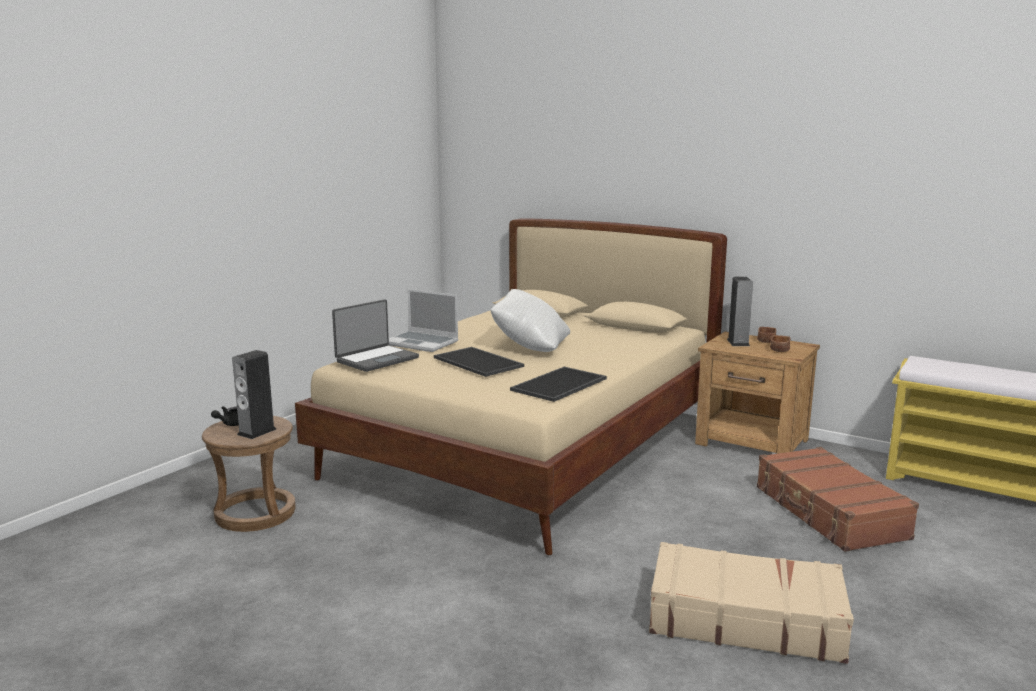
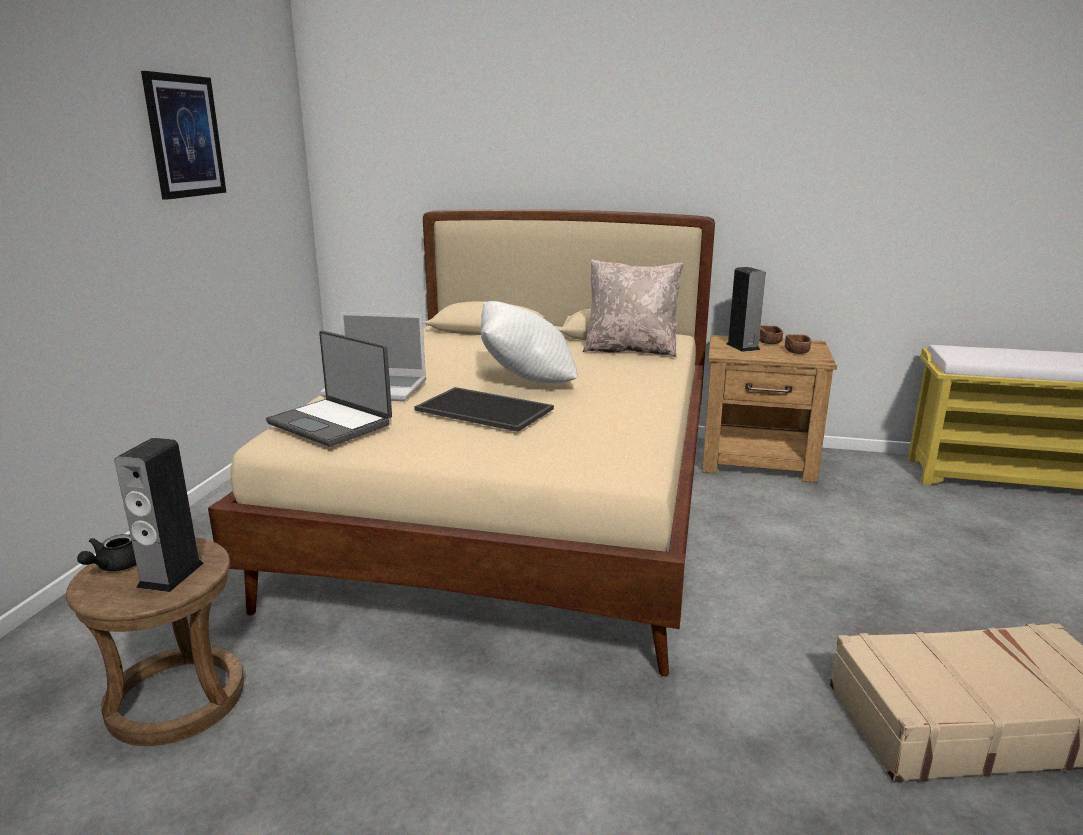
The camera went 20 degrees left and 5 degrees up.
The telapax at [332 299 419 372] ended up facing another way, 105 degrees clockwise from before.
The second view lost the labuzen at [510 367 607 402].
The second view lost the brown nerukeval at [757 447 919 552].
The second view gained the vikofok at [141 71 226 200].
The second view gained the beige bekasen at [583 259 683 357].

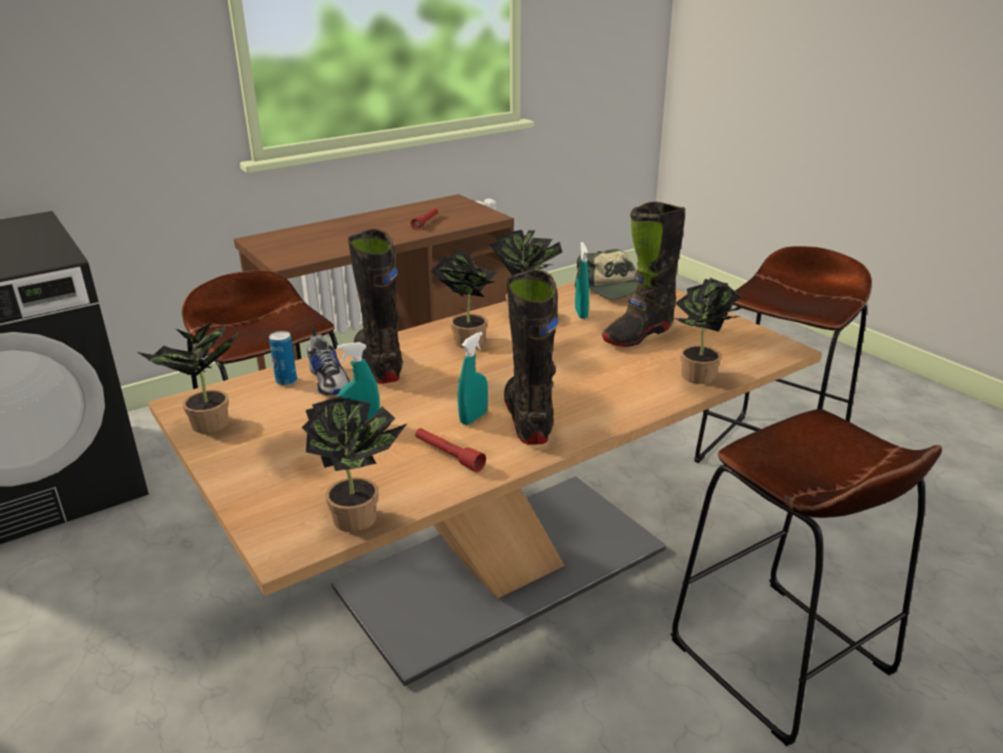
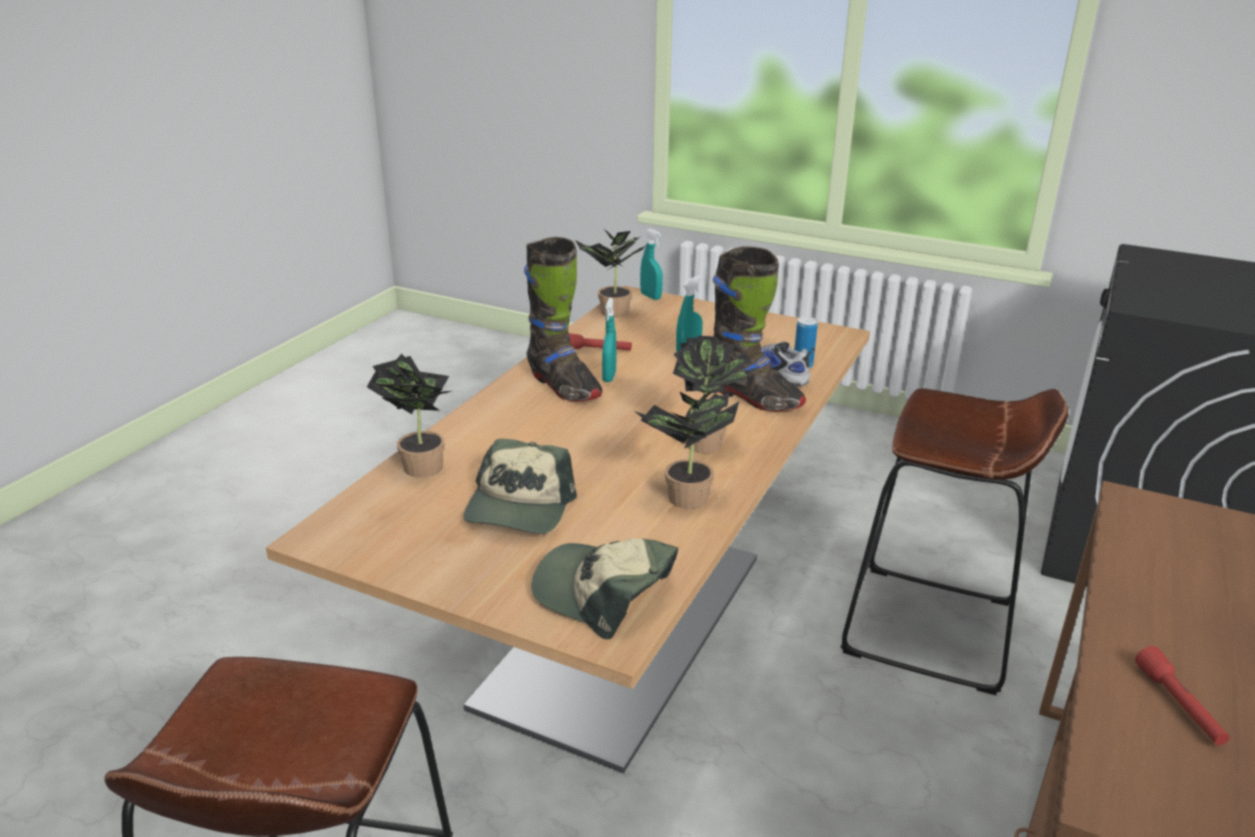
The camera went 150 degrees right and 0 degrees up.
The second view lost the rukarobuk at [137 323 238 433].
The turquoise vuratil ended up elsewhere, having gone from [575 242 589 319] to [640 229 663 300].
Where the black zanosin stood at [602 202 685 347], the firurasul came to stand at [463 439 577 534].
The second view lost the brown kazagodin at [671 409 942 746].

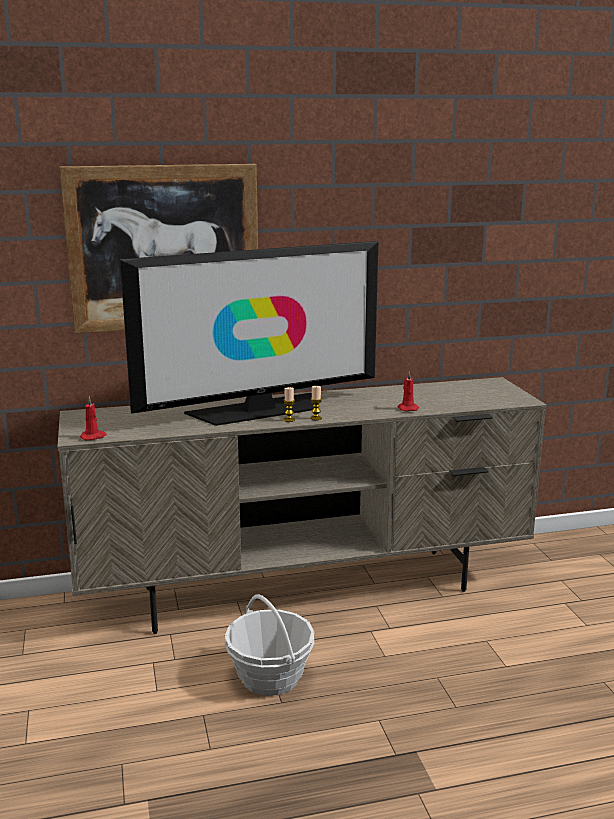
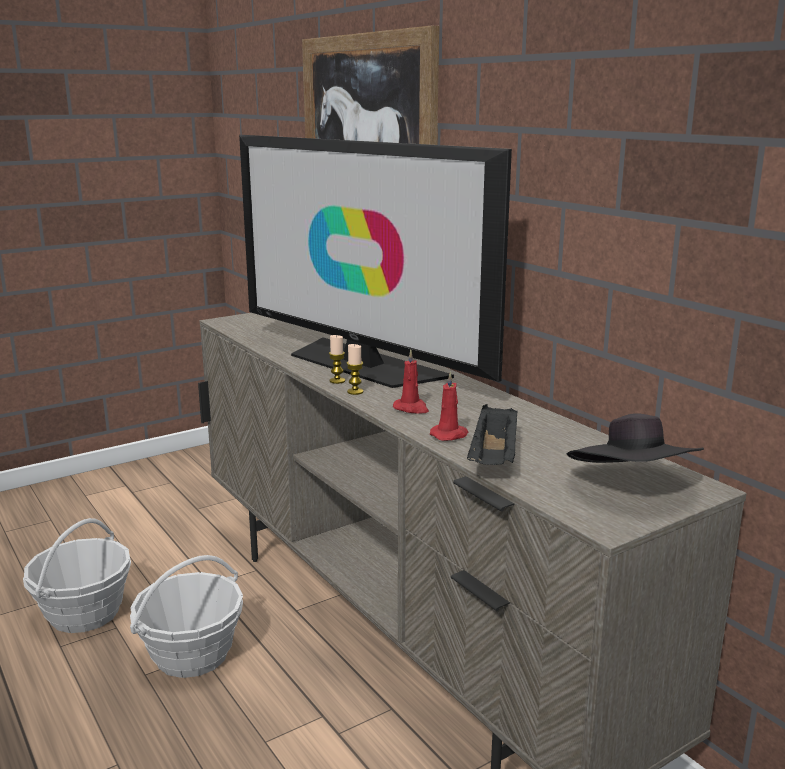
The camera went 70 degrees right and 0 degrees up.
The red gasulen ended up elsewhere, having gone from [80 396 107 440] to [393 349 429 414].
The second view gained the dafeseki at [23 518 131 633].
The second view gained the black labuzen at [467 404 518 465].
The second view gained the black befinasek at [566 413 704 463].

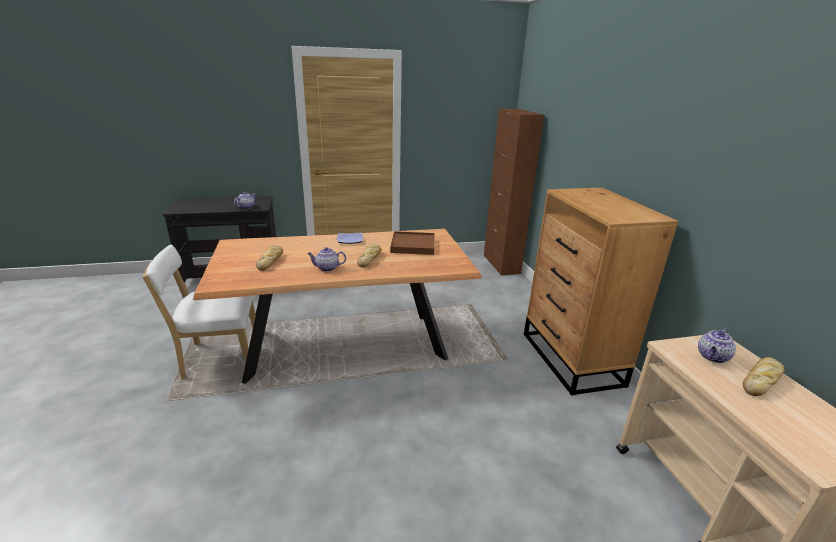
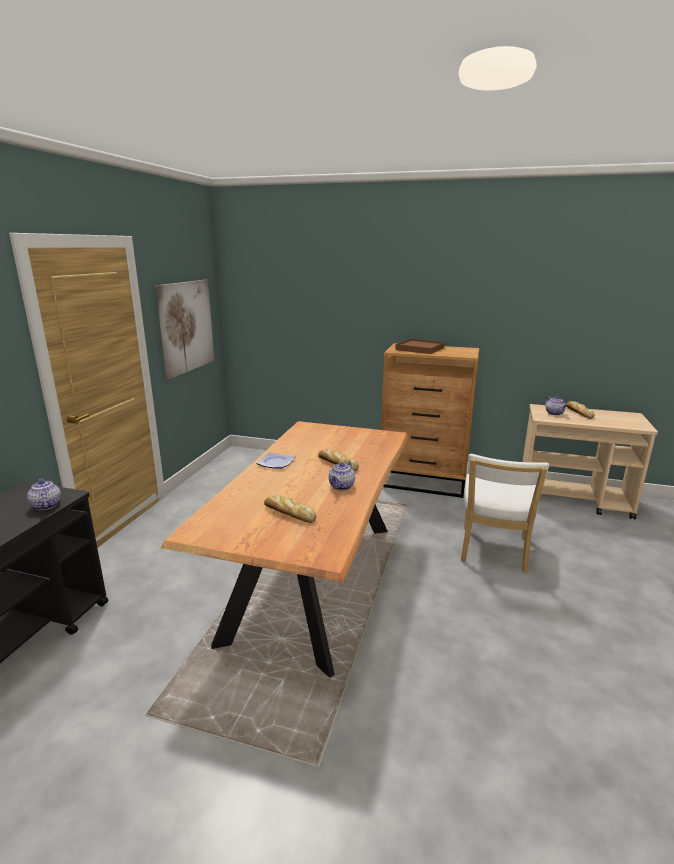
The camera went 60 degrees left and 5 degrees down.
The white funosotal ended up elsewhere, having gone from [142 244 256 379] to [461 454 549 573].
The brown labuzen ended up elsewhere, having gone from [390 231 434 255] to [395 339 445 354].
The second view lost the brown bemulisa at [484 109 544 275].
The second view gained the vikofok at [155 280 215 379].

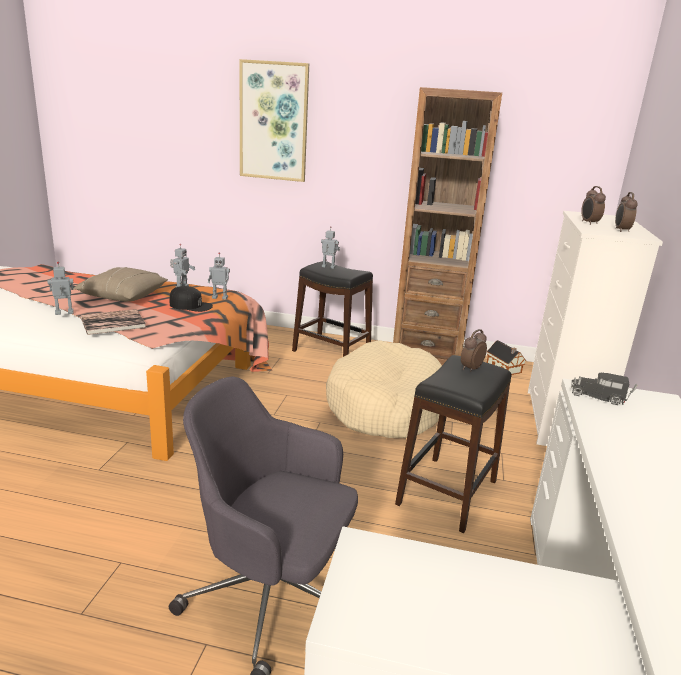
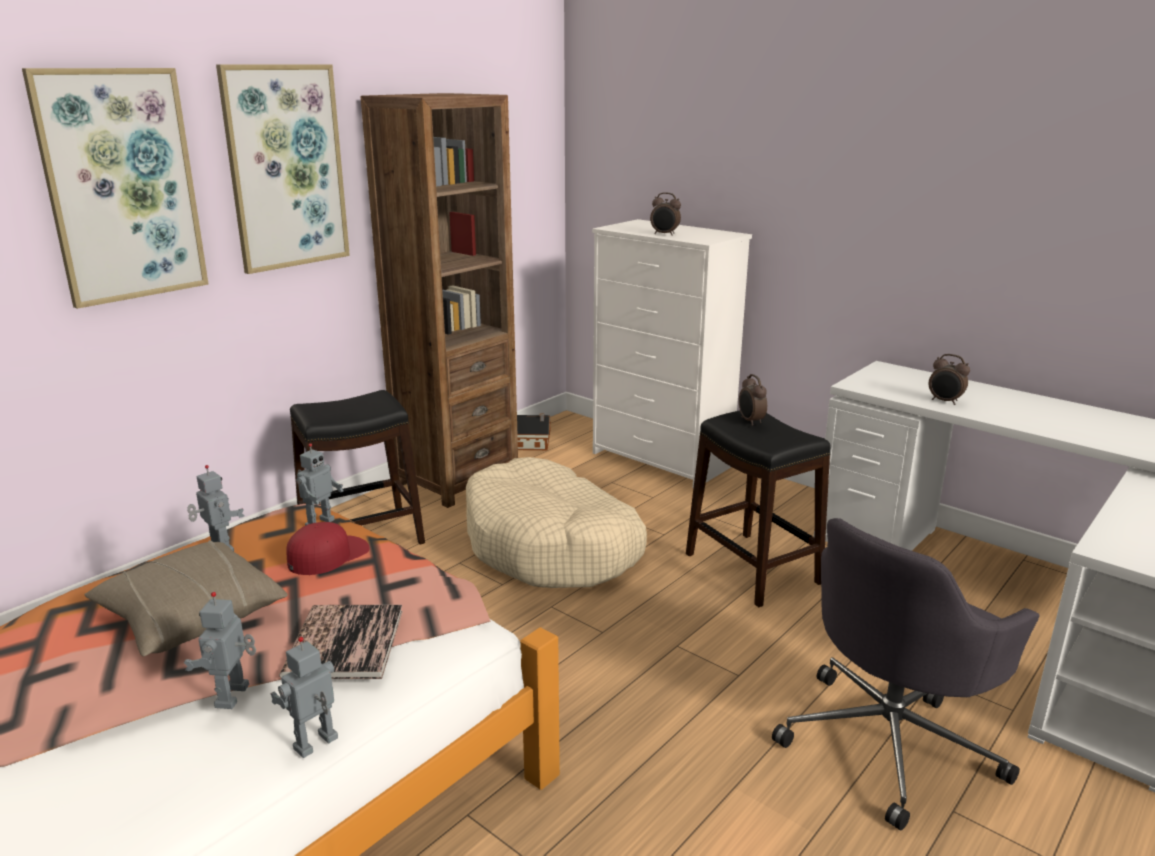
The camera went 60 degrees left and 0 degrees up.
What was the black firurasul at [170 286 213 312] turned into the red firurasul at [287 522 370 575].
The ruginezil ended up elsewhere, having gone from [321 226 340 269] to [270 637 338 758].
The second view lost the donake at [571 373 637 405].
The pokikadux ended up elsewhere, having gone from [615 192 638 232] to [929 354 970 405].
The second view gained the vikofok at [216 64 350 274].

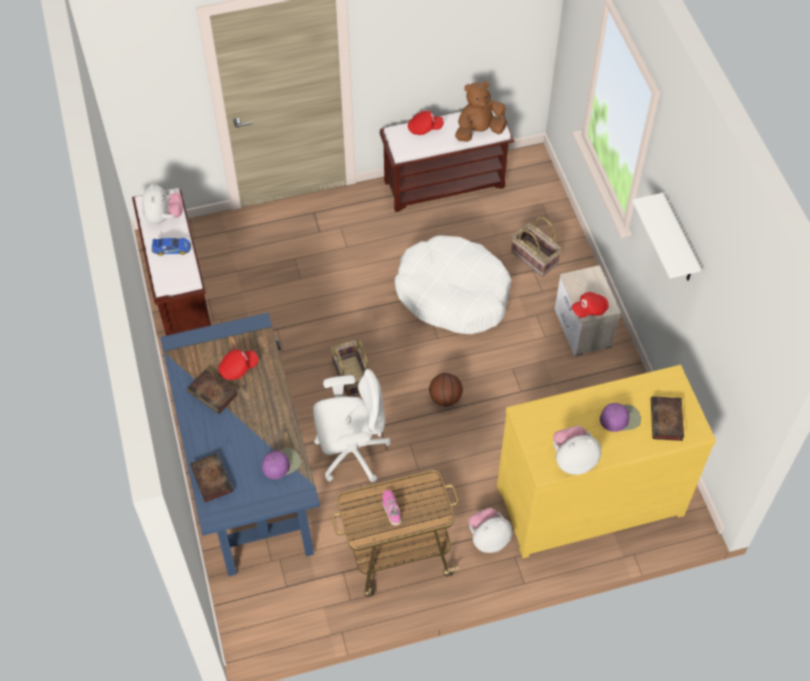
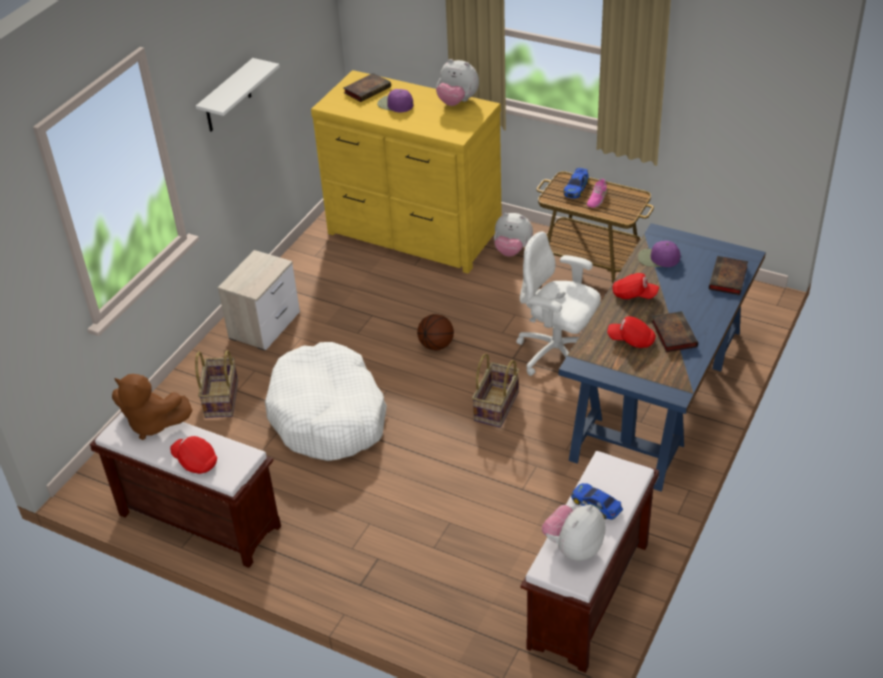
The camera went 135 degrees left and 15 degrees down.
The red firurasul ended up elsewhere, having gone from [571 292 609 318] to [612 273 659 299].
The second view gained the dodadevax at [563 168 589 199].

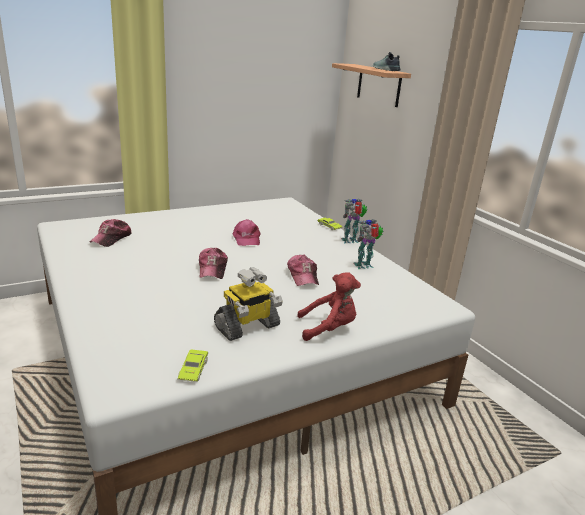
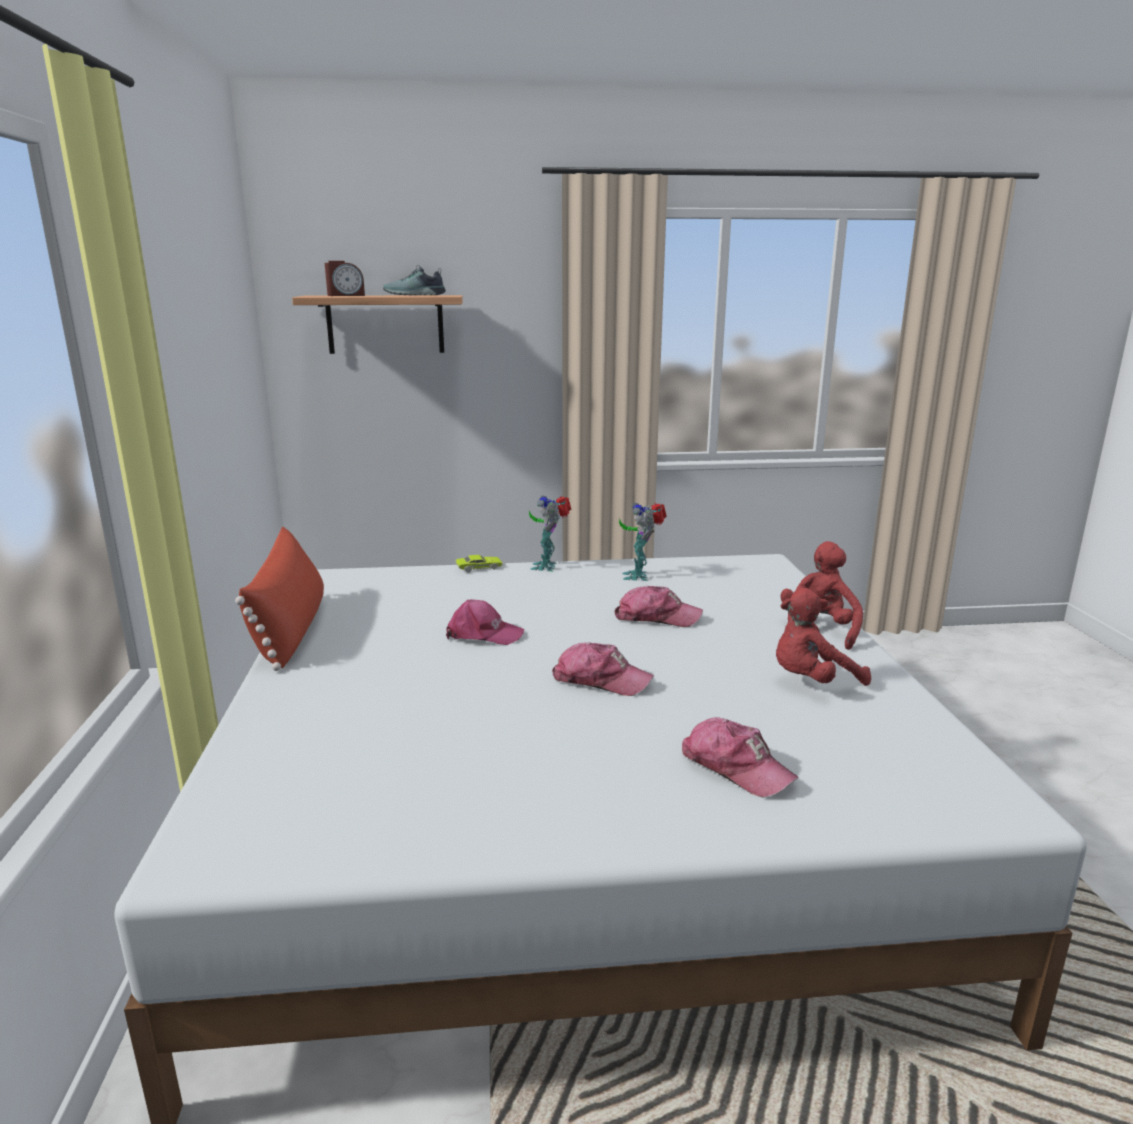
The camera went 65 degrees left and 5 degrees down.
The firurasul ended up elsewhere, having gone from [90 219 132 247] to [682 717 799 797].
The second view lost the green dodadevax at [177 349 208 382].
Where the ruginezil stood at [214 267 283 341], the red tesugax came to stand at [776 588 871 686].
The second view gained the red bekasen at [235 527 324 671].
The second view gained the pokikadux at [325 261 365 296].

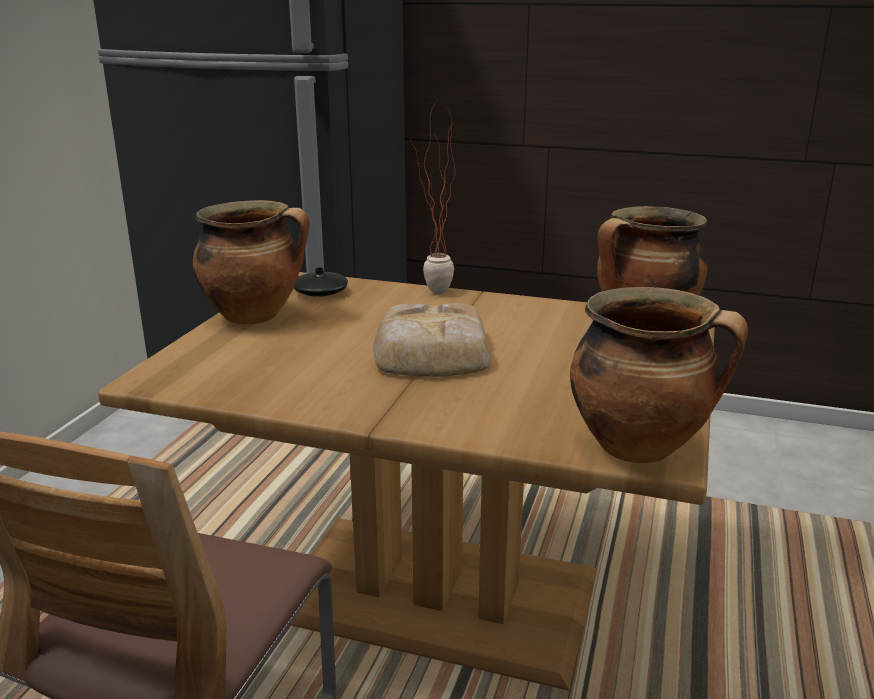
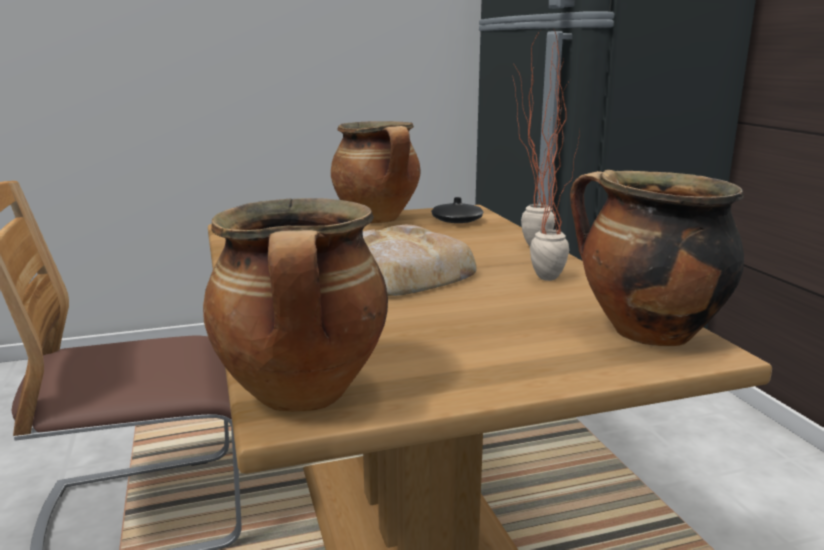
The camera went 55 degrees right and 5 degrees down.
The second view gained the rukarobuk at [528 28 580 281].

